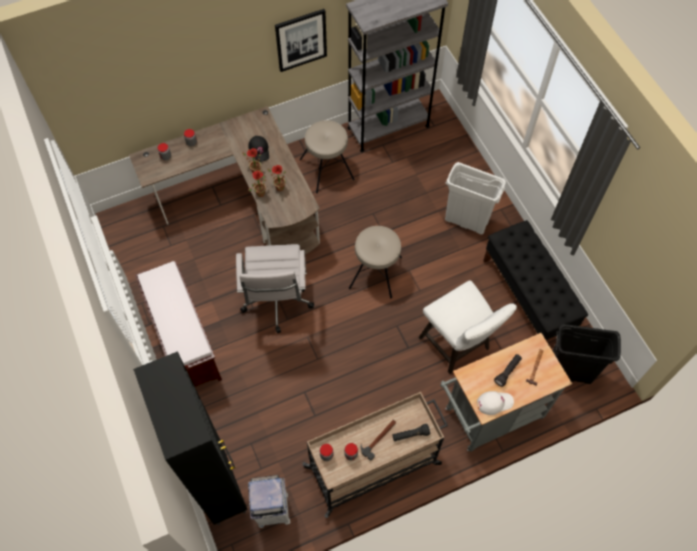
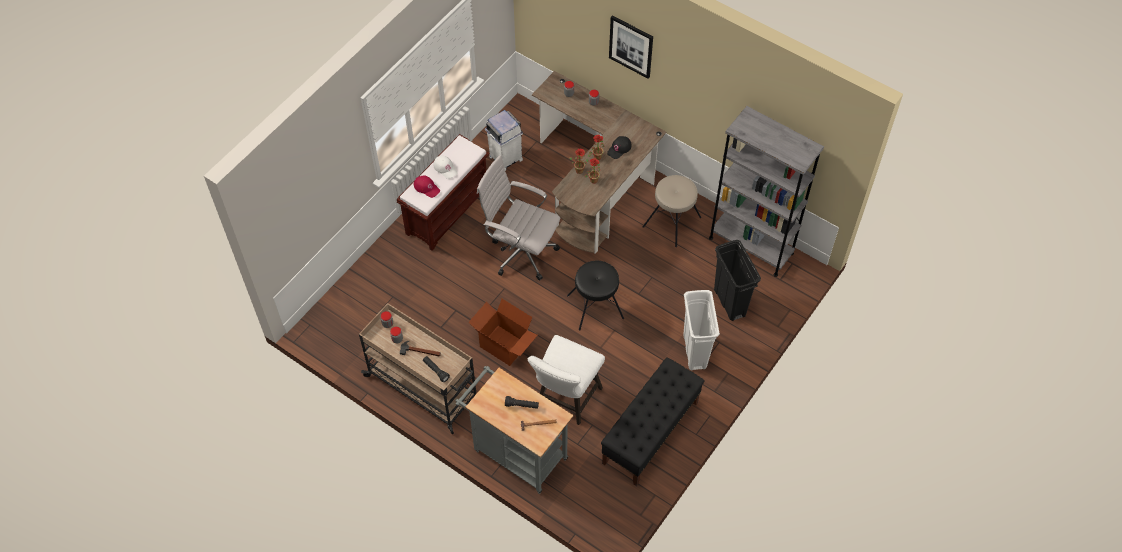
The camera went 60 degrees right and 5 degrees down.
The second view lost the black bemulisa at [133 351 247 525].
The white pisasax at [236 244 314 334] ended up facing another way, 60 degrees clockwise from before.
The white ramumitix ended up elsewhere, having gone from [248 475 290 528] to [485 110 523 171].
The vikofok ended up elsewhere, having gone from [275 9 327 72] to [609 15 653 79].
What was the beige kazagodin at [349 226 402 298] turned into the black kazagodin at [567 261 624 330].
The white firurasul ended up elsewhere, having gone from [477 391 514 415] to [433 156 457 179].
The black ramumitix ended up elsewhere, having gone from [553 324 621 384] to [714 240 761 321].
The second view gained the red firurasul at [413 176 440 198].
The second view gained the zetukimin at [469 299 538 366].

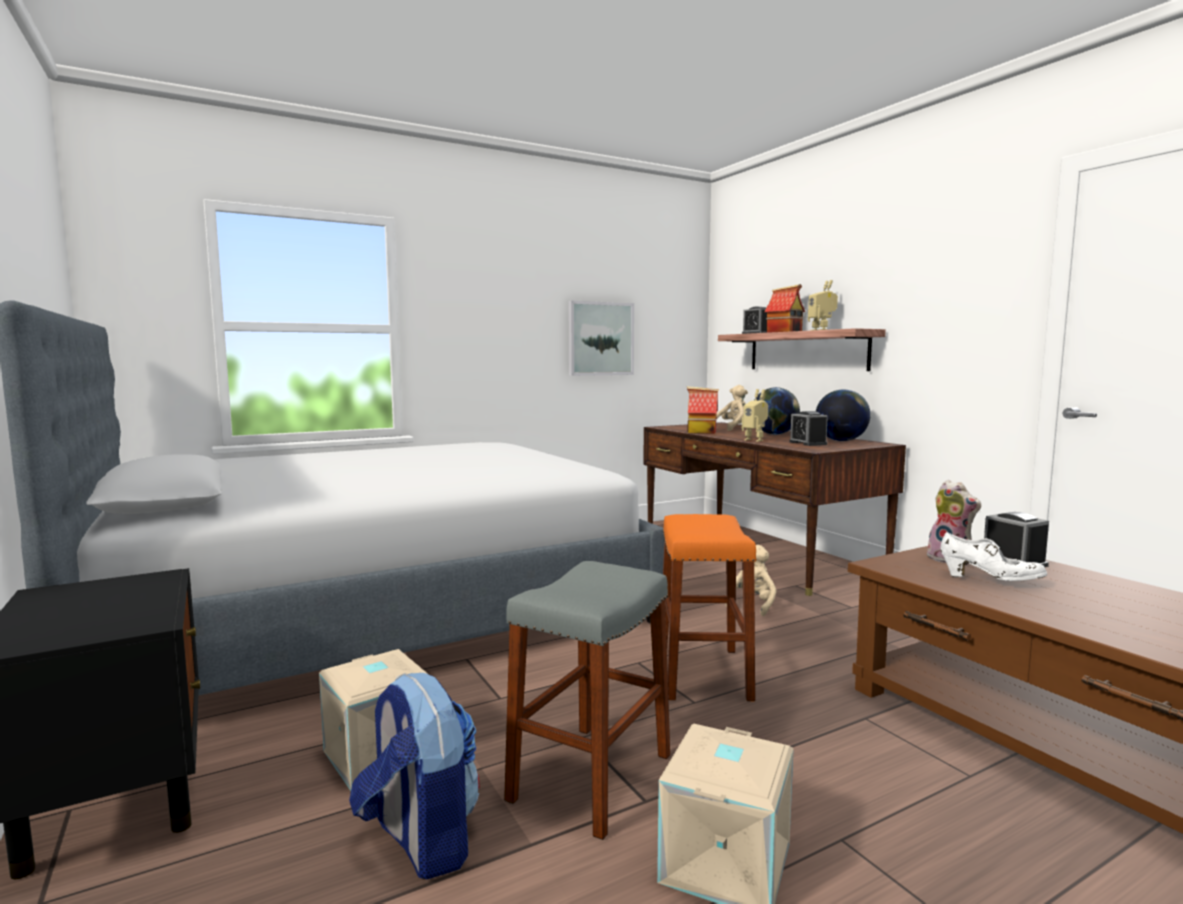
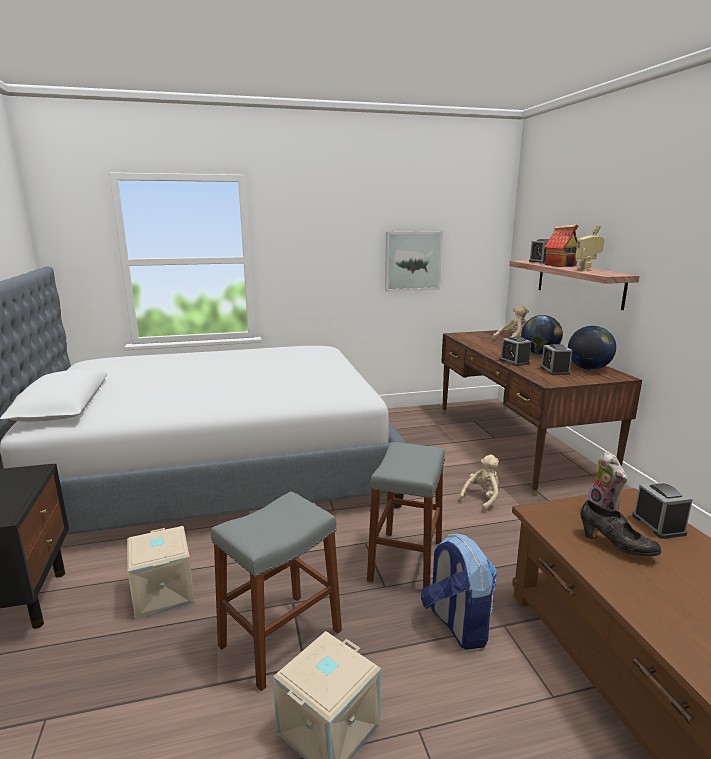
The camera went 15 degrees right and 10 degrees up.
The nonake ended up elsewhere, having gone from [349 673 479 879] to [421 534 497 650].
What was the orange kazagodin at [663 514 757 701] turned into the grey kazagodin at [367 442 445 588].
The second view lost the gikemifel at [687 386 719 434].
Where the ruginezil stood at [742 389 768 442], the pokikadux came to stand at [500 336 531 366].
What was the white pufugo at [940 532 1047 581] turned into the black pufugo at [581 500 661 556].

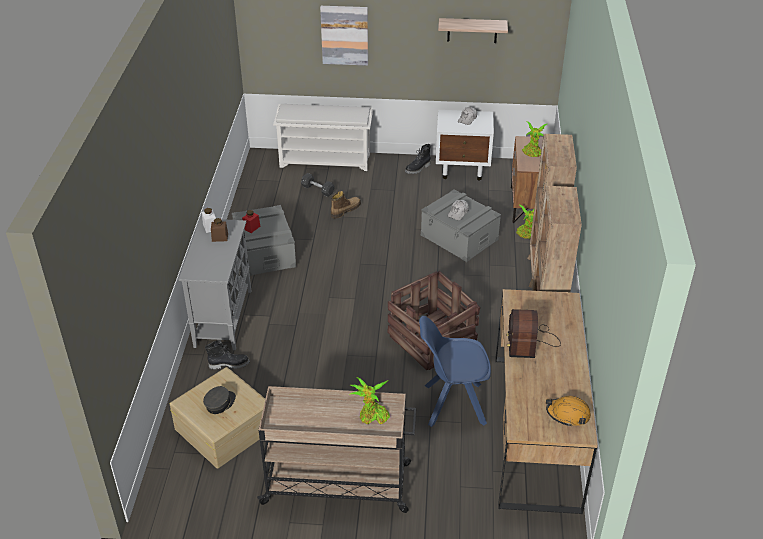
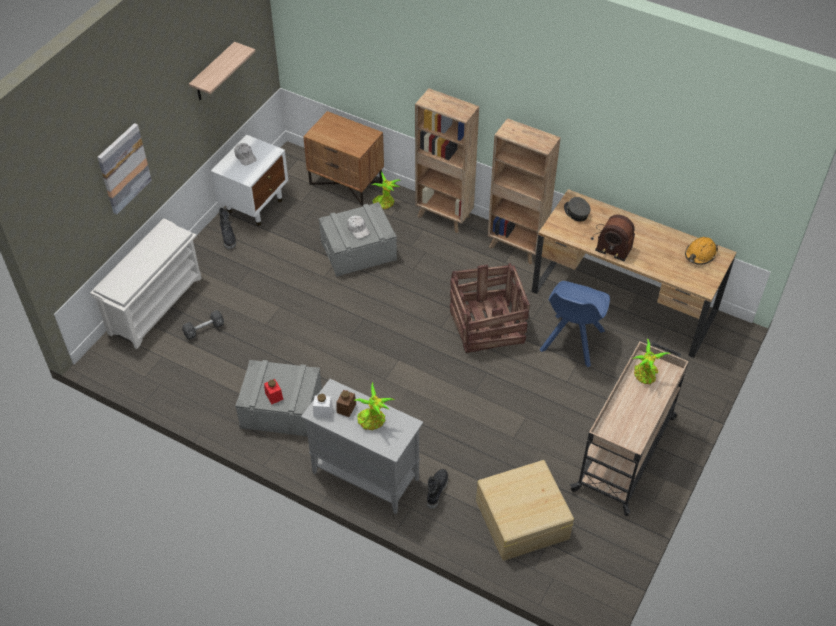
The camera went 65 degrees left and 10 degrees up.
The grey firurasul ended up elsewhere, having gone from [203 386 236 414] to [564 197 591 222].
The second view lost the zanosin at [331 191 361 218].
The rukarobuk ended up elsewhere, having gone from [522 121 547 157] to [353 382 394 430].

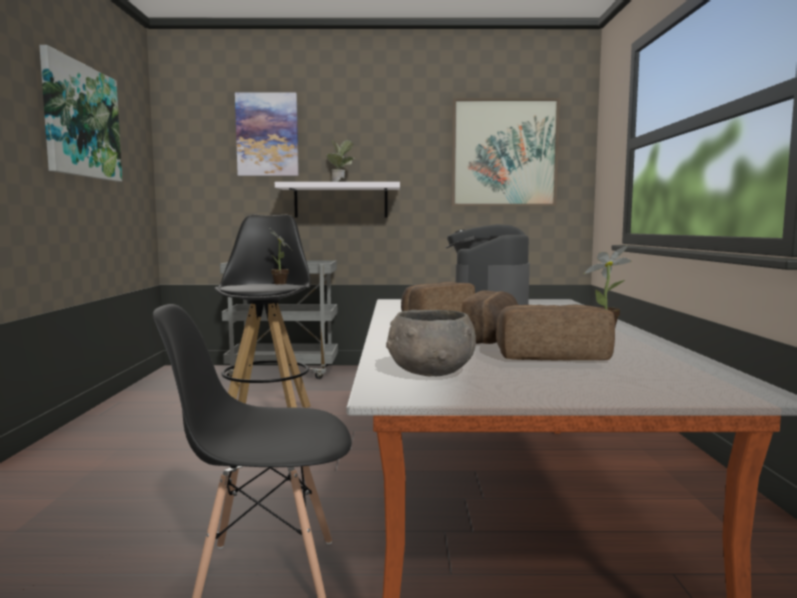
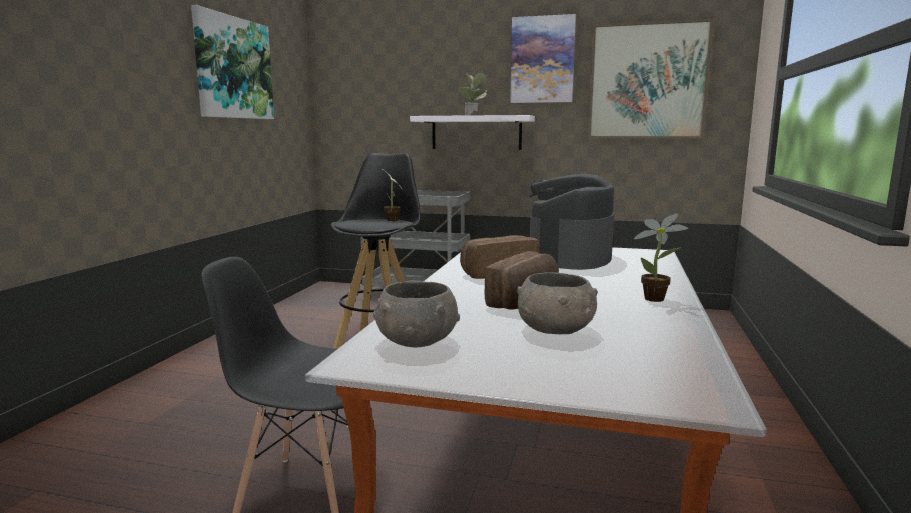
The camera went 15 degrees right and 5 degrees up.
The vikofok ended up elsewhere, having gone from [235 93 299 176] to [510 14 576 103].
Where the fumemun stood at [496 304 615 360], the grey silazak came to stand at [517 272 598 334].

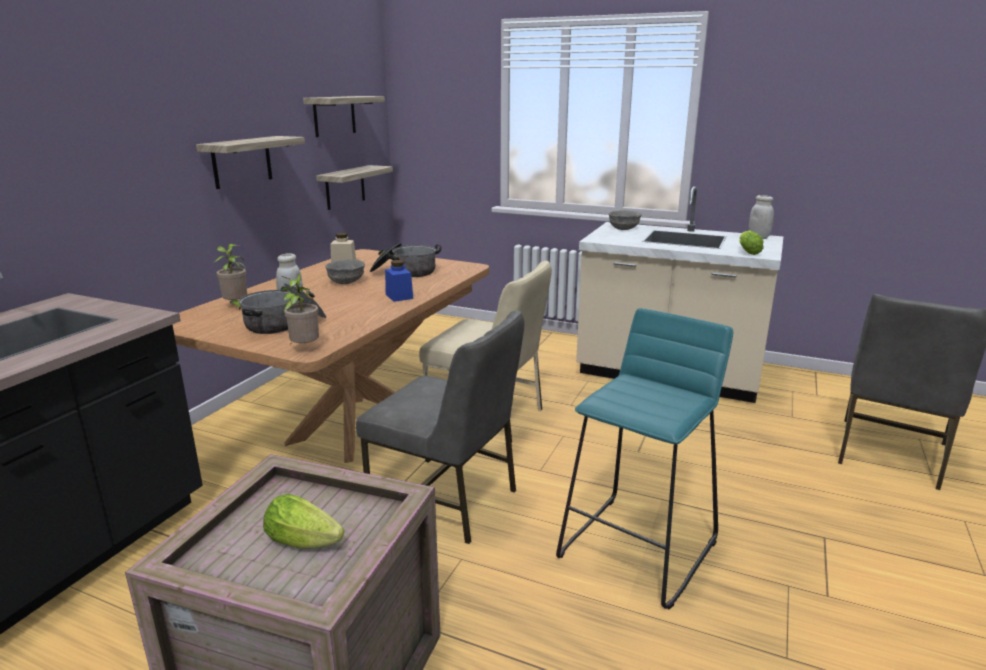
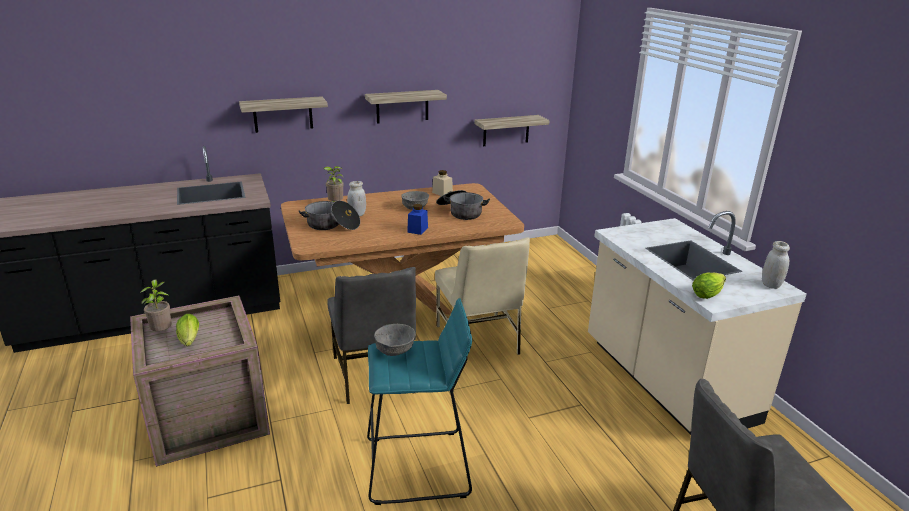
The camera went 45 degrees right and 5 degrees up.
The rukarobuk ended up elsewhere, having gone from [281 273 319 345] to [140 280 172 331].
The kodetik ended up elsewhere, having gone from [303 96 385 137] to [239 96 328 133].
The grey silazak ended up elsewhere, having gone from [608 210 642 230] to [374 324 416 356].

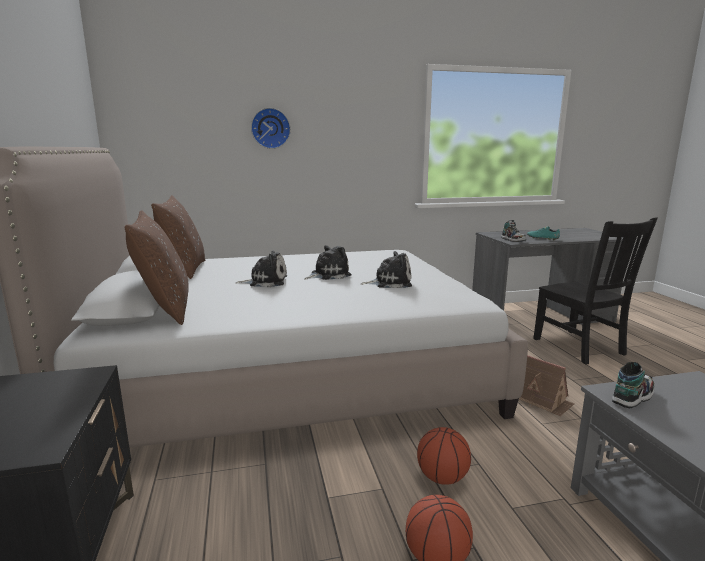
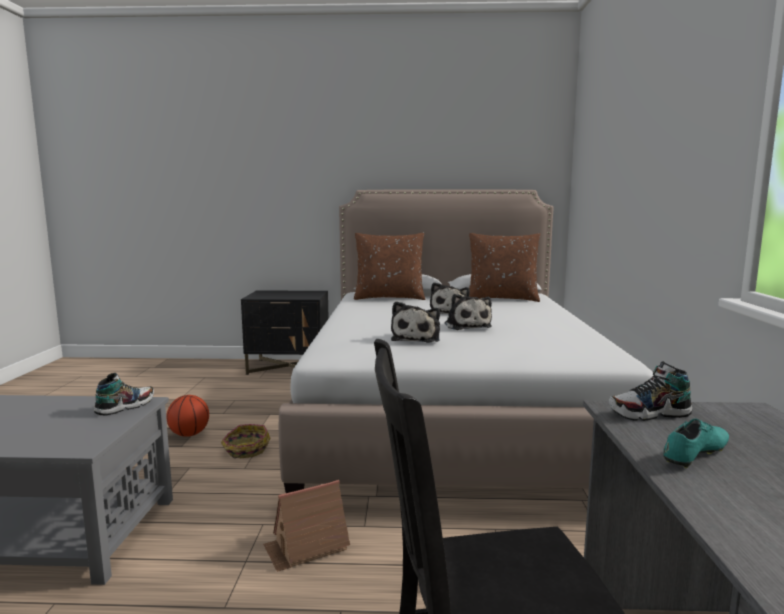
The camera went 105 degrees right and 5 degrees down.
The second view lost the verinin at [251 108 291 149].
Where the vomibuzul stood at [417 427 471 485], the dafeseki came to stand at [221 424 270 458].
The pufugo at [612 362 655 408] ended up facing another way, 120 degrees counterclockwise from before.

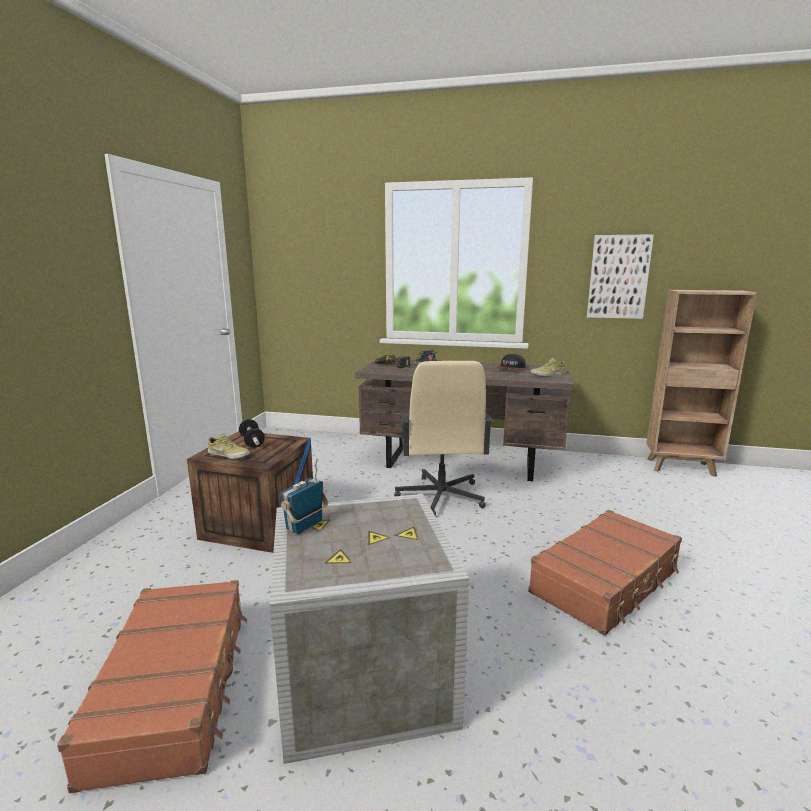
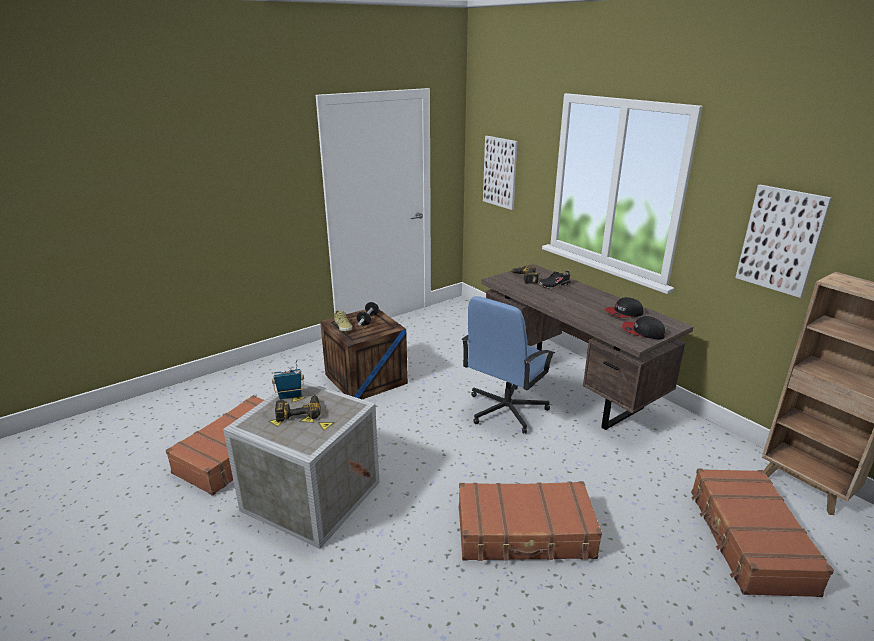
The camera went 40 degrees right and 10 degrees up.
What was the beige pisasax at [394 361 492 516] turned into the blue pisasax at [462 296 555 434].
Where the beige pufugo stood at [531 358 565 376], the firurasul came to stand at [622 316 666 339].
The second view gained the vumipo at [275 395 321 421].
The second view gained the vikofok at [483 136 518 210].
The second view gained the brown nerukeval at [691 469 834 597].

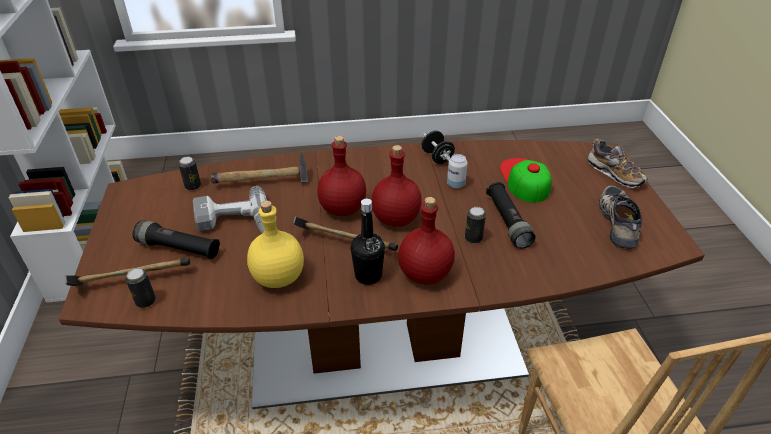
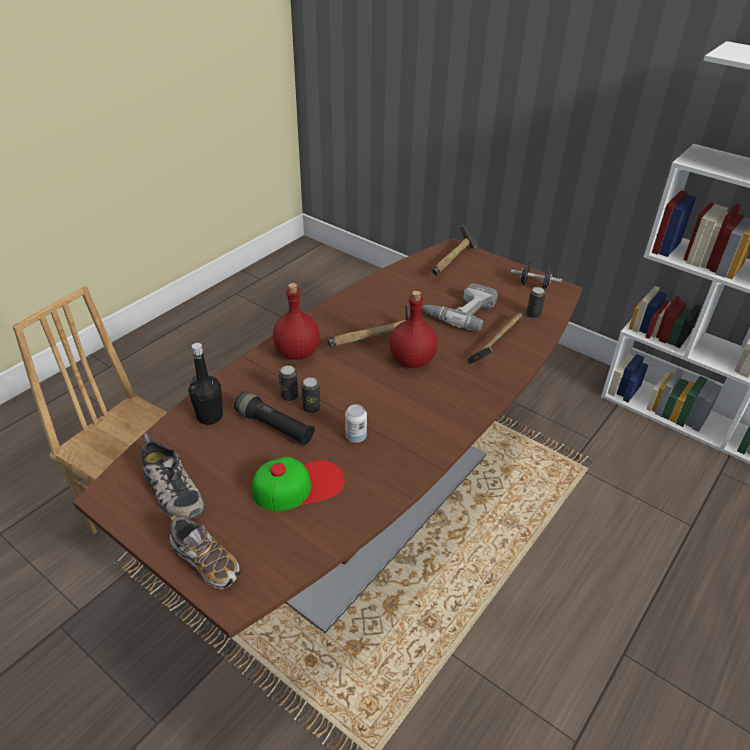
The camera went 135 degrees right and 0 degrees up.
The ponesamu ended up elsewhere, having gone from [125 268 156 308] to [301 377 321 413].
The second view lost the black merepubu at [133 220 220 259].
The second view lost the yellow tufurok at [247 200 304 288].
The black tufurok ended up elsewhere, having gone from [351 199 385 285] to [188 343 223 425].
The second view lost the red tufurok at [372 145 422 227].
The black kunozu ended up elsewhere, having gone from [422 131 455 164] to [511 263 562 290].
The firurasul at [500 158 552 203] ended up facing another way, 60 degrees counterclockwise from before.
The pufugo at [588 139 647 188] ended up facing another way, 150 degrees counterclockwise from before.

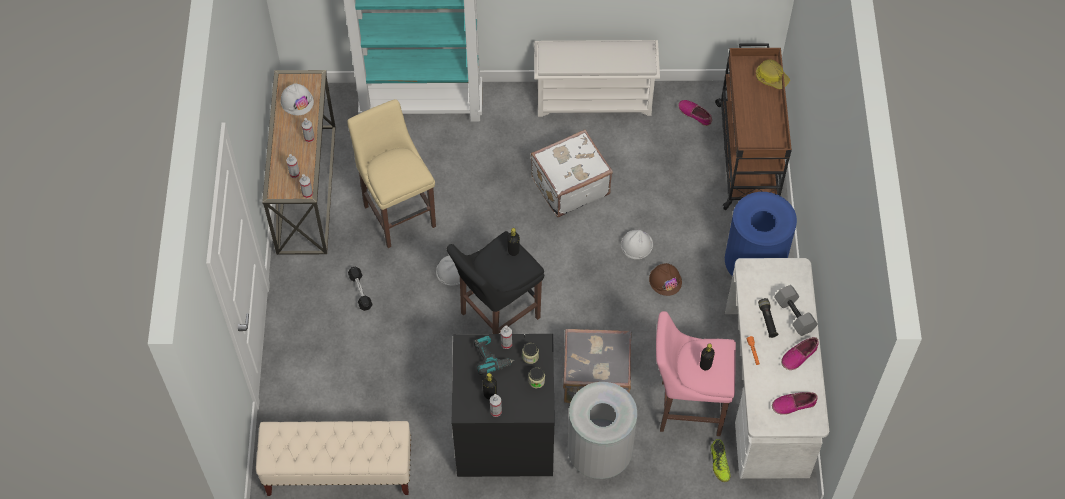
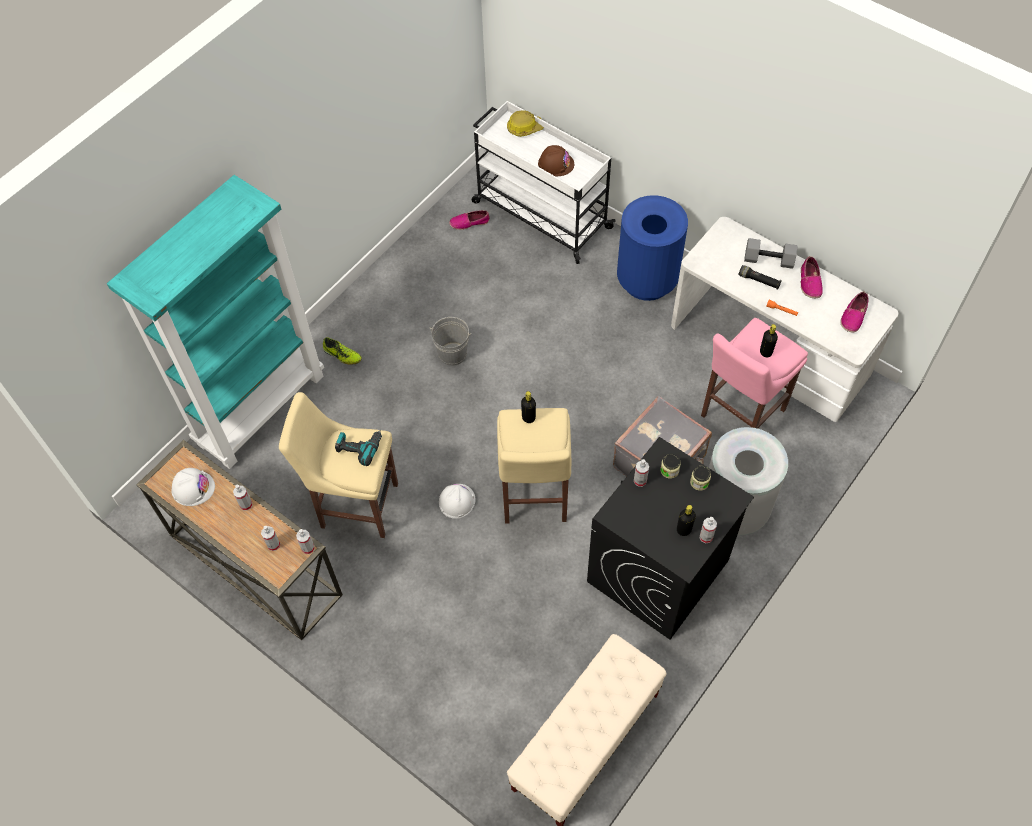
The camera went 50 degrees left and 0 degrees up.
The second view lost the black kunozu at [348 267 373 311].
What was the black kazagodin at [447 231 544 334] turned into the beige kazagodin at [497 408 571 524].
The vumipo ended up elsewhere, having gone from [474 336 514 375] to [335 430 382 466].
Where the white nerukeval stood at [531 130 613 217], the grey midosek came to stand at [430 317 472 366].
The second view lost the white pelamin at [534 40 660 117].
The second view lost the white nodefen at [621 230 653 259].
The brown nodefen ended up elsewhere, having gone from [649 263 682 296] to [538 145 574 176].
The pufugo ended up elsewhere, having gone from [710 439 731 482] to [323 337 362 365].
What was the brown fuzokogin at [715 43 792 210] turned into the white fuzokogin at [472 101 616 264].

